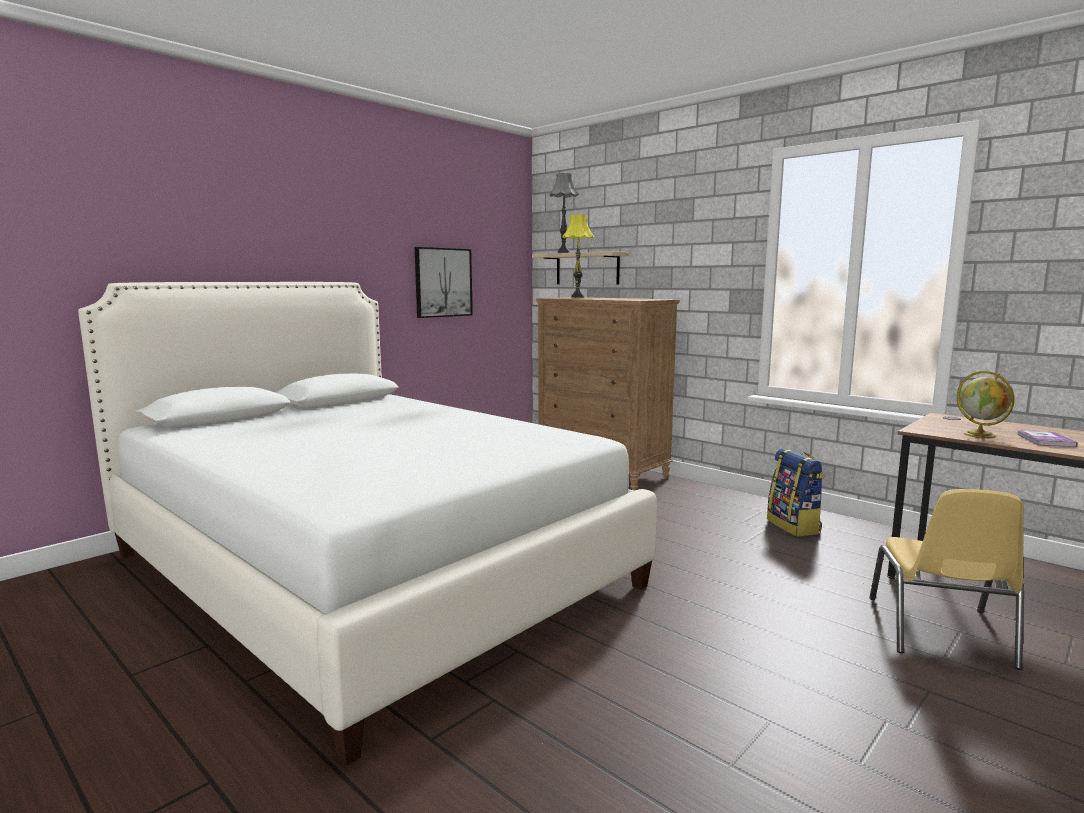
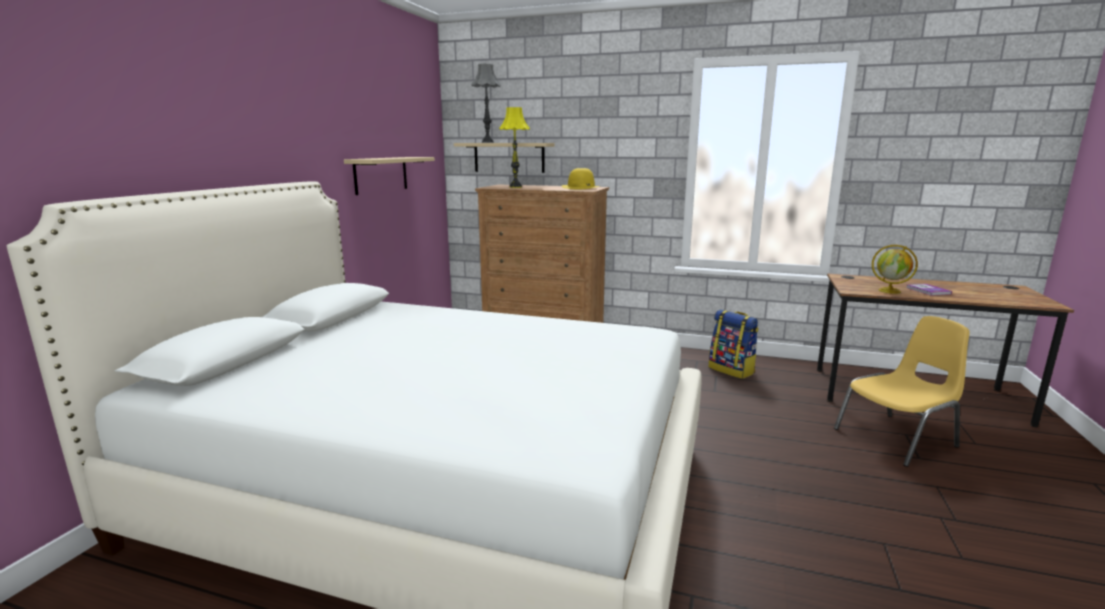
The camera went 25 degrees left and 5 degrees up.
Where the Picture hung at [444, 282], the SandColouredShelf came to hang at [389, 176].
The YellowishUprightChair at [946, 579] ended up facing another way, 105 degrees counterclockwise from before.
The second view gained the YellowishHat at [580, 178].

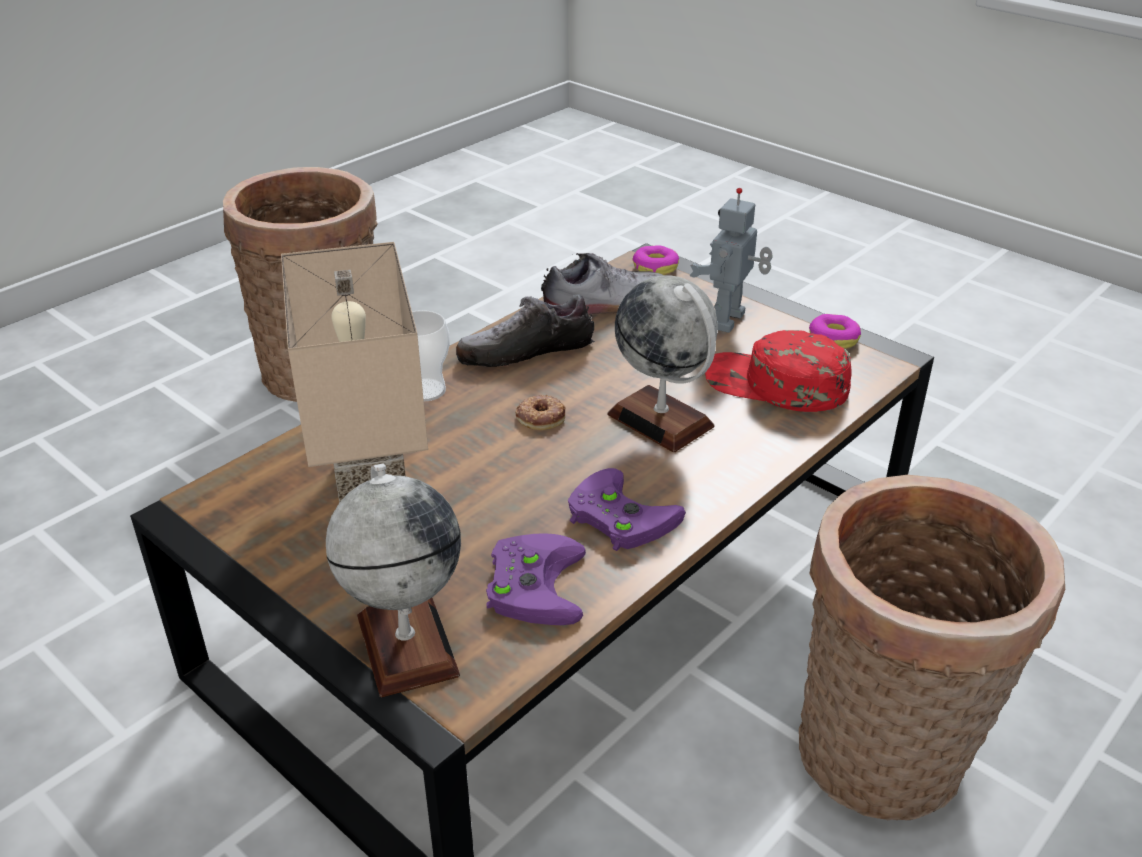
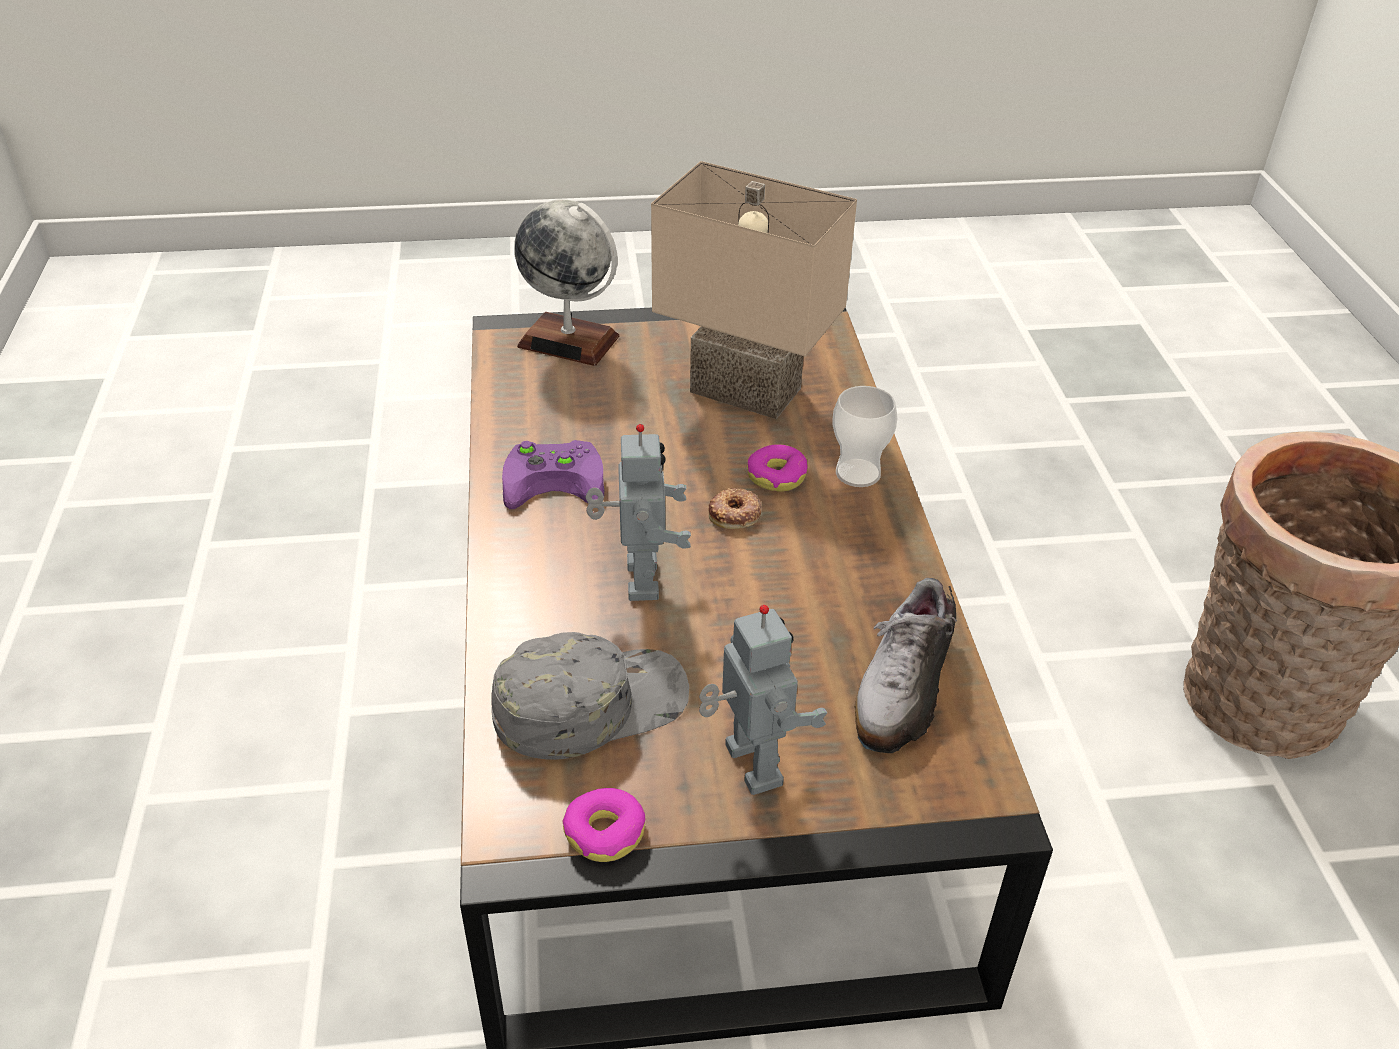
The camera went 130 degrees right and 5 degrees up.
The second view lost the LowShoe at [525, 330].
The second view lost the PurplishGameController at [536, 579].
Where the DeskGlobe stood at [663, 363], the ModelRobot came to stand at [638, 512].
The Doughnut ended up elsewhere, having gone from [655, 260] to [777, 468].
What was the RedCap at [778, 371] turned into the GreyishCap at [590, 696].
The second view lost the Basket at [932, 647].

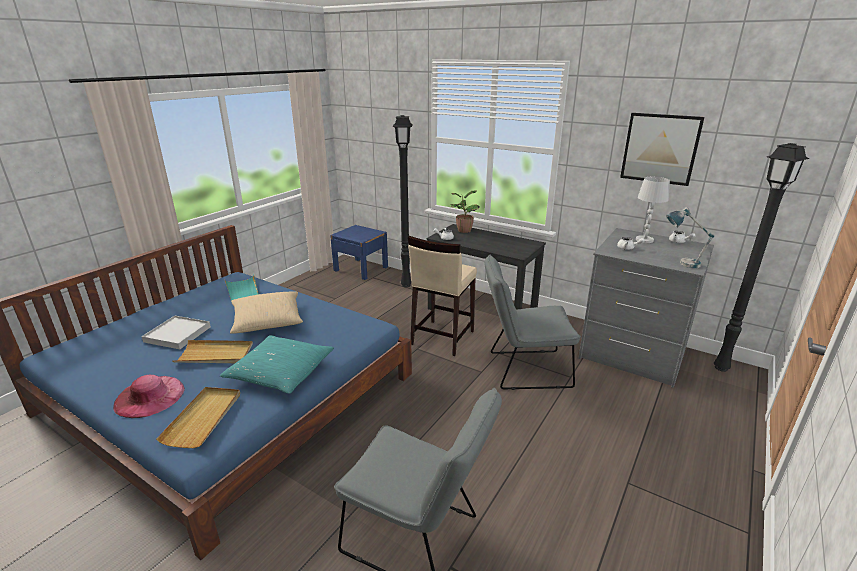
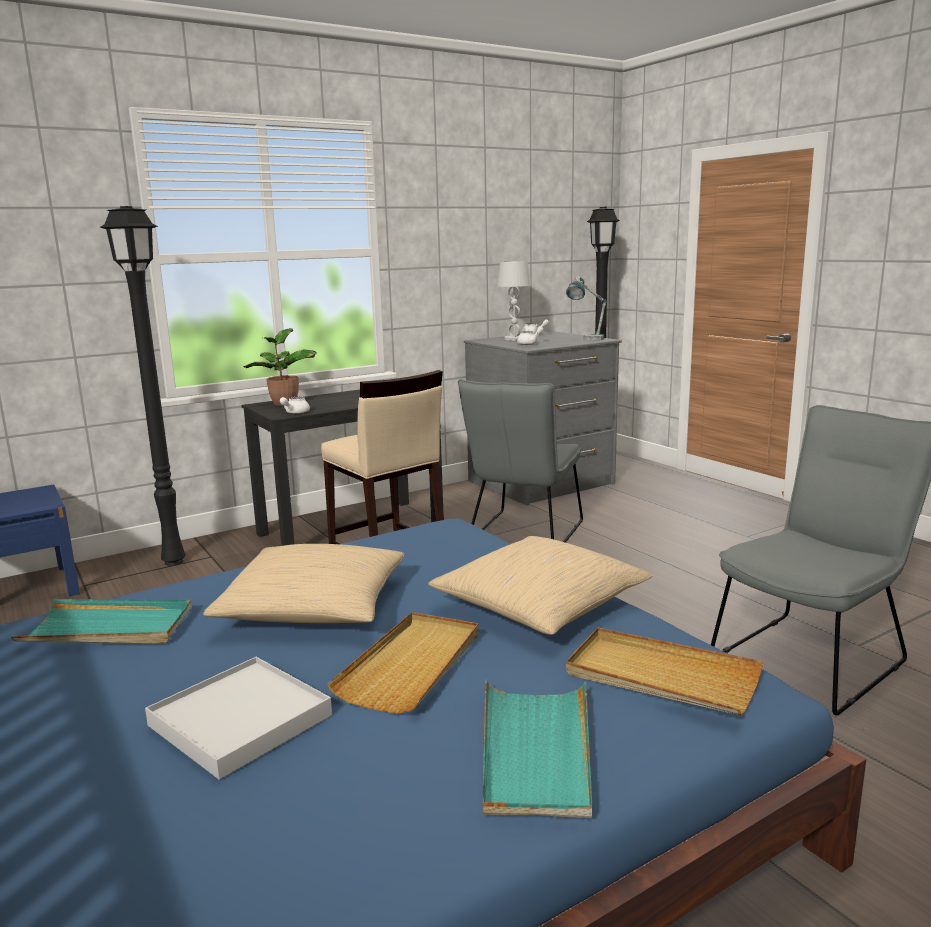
The camera went 65 degrees left and 10 degrees down.
Where the PinkishHat stood at [149, 396], the BlueGreenTray came to stand at [537, 749].
What was the BlueGreenThrowPillow at [277, 364] turned into the SandColouredThrowPillow at [540, 585].
The second view lost the Picture at [662, 149].

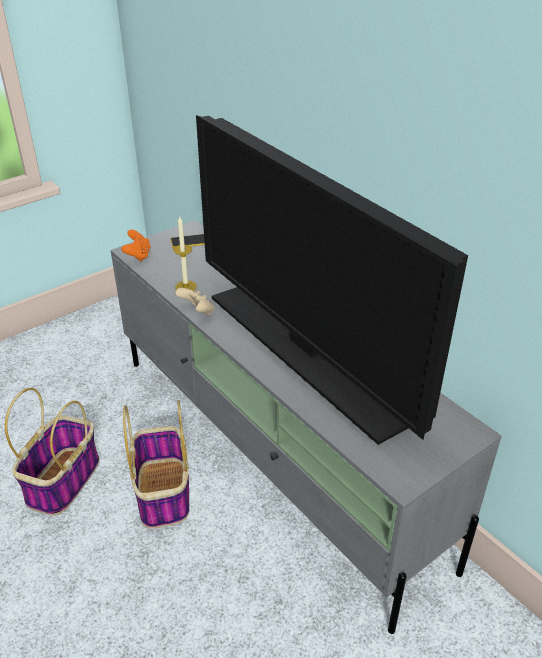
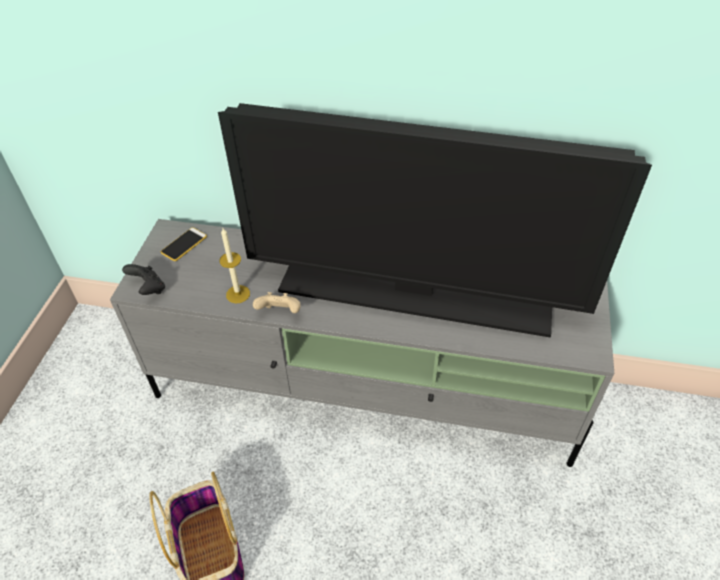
The camera went 40 degrees left and 10 degrees up.
What was the OrangeyGameController at [136, 246] turned into the BlackGameController at [143, 279].
The second view lost the Basket at [156, 464].

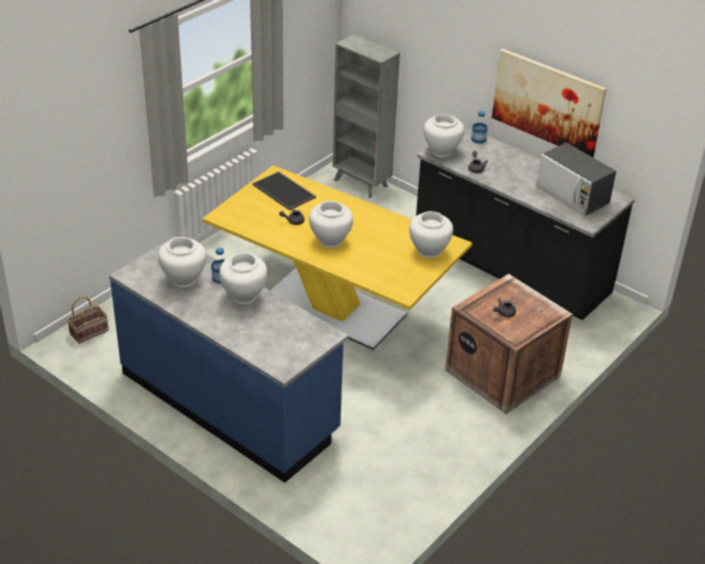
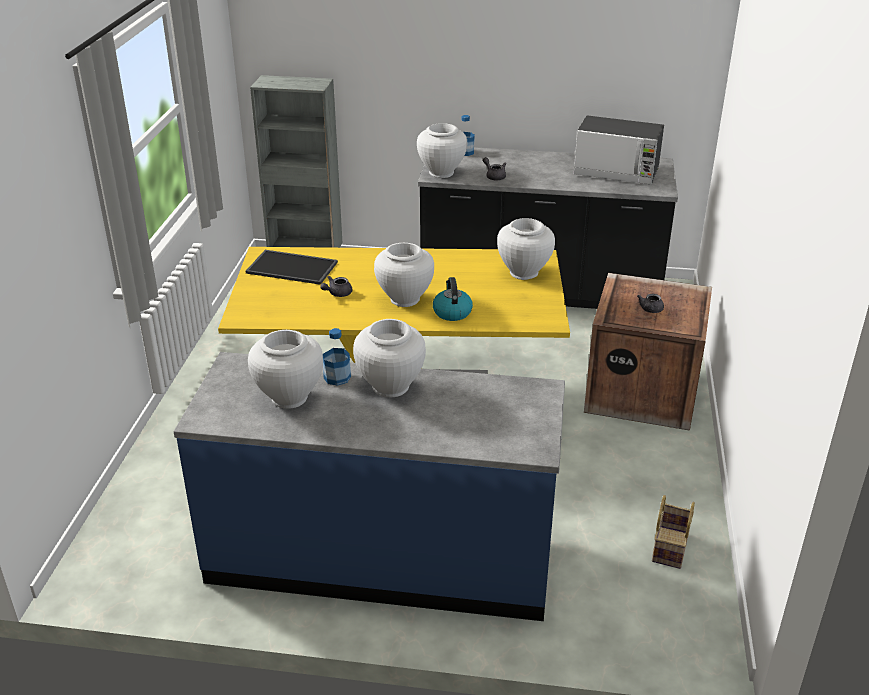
The camera went 30 degrees left and 5 degrees down.
The Basket ended up elsewhere, having gone from [88, 320] to [673, 532].
The second view lost the Picture at [549, 103].
The second view gained the TeaKettle at [453, 299].

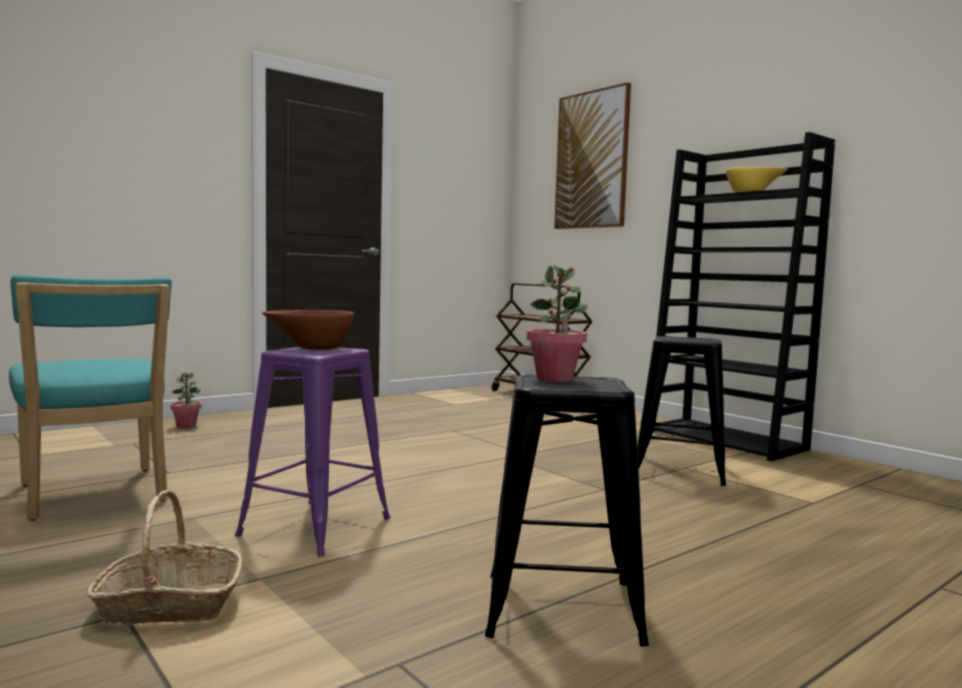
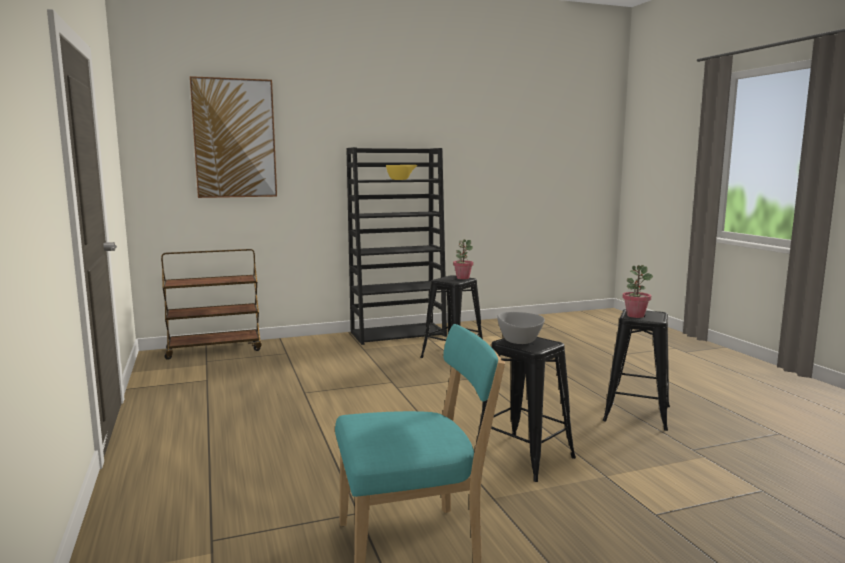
The camera went 70 degrees left and 5 degrees up.
The second view lost the Basket at [164, 557].
The PlantInAPot ended up elsewhere, having gone from [186, 400] to [463, 259].
What was the PurplishStool at [312, 452] turned into the BlackStool at [525, 409].
What was the BrownServingBowl at [308, 330] turned into the GreyishServingBowl at [521, 328].

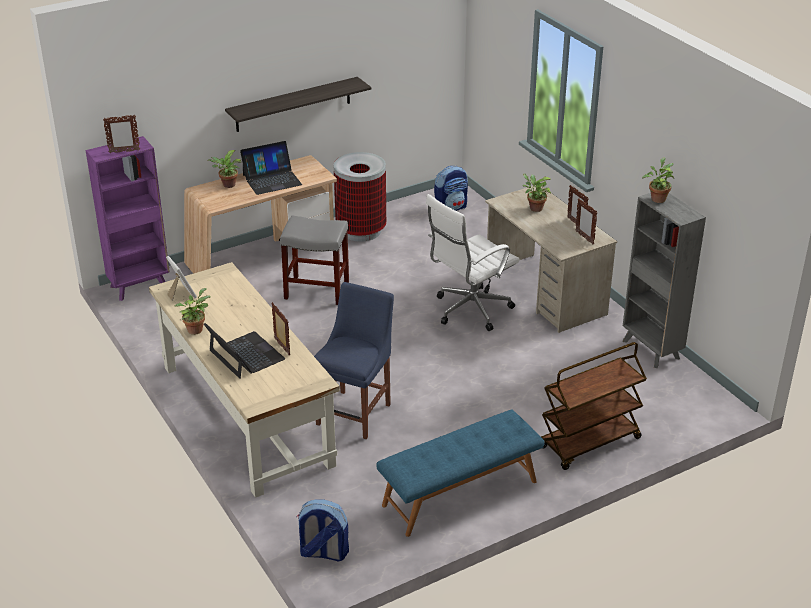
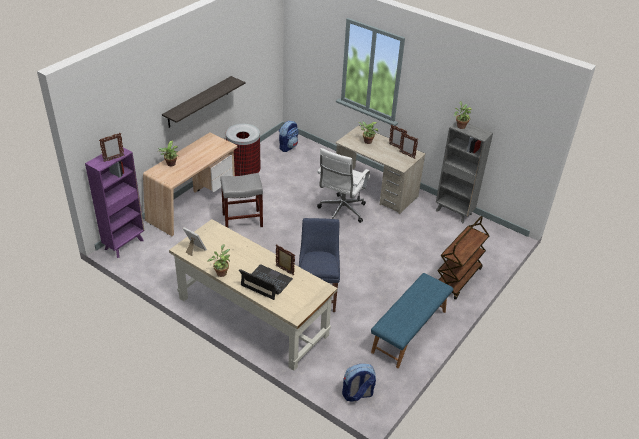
The camera went 25 degrees left and 5 degrees up.
The second view lost the Laptop at [271, 168].

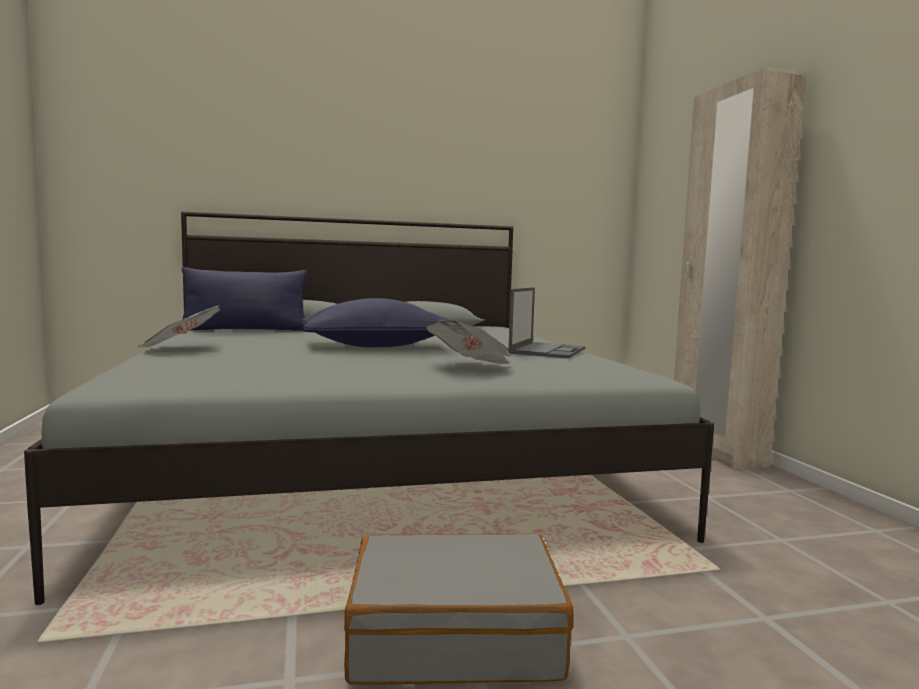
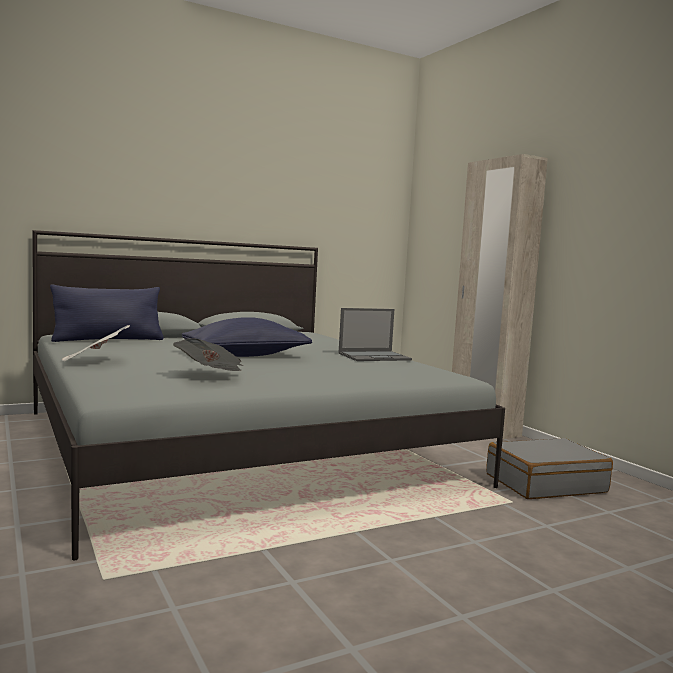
The camera went 15 degrees left and 0 degrees up.
The GreyishPieceOfLuggage ended up elsewhere, having gone from [458, 609] to [549, 468].
The Newspaper ended up elsewhere, having gone from [468, 342] to [208, 354].
The Laptop at [546, 322] ended up facing another way, 60 degrees clockwise from before.

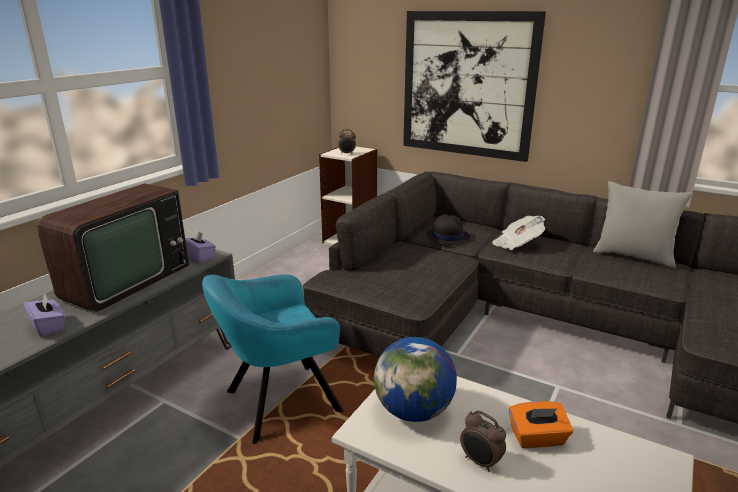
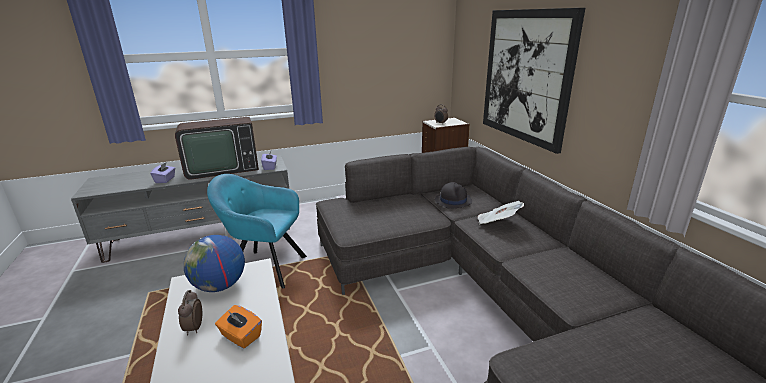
The camera went 40 degrees right and 0 degrees up.
The second view lost the GreyishThrowPillow at [642, 224].

